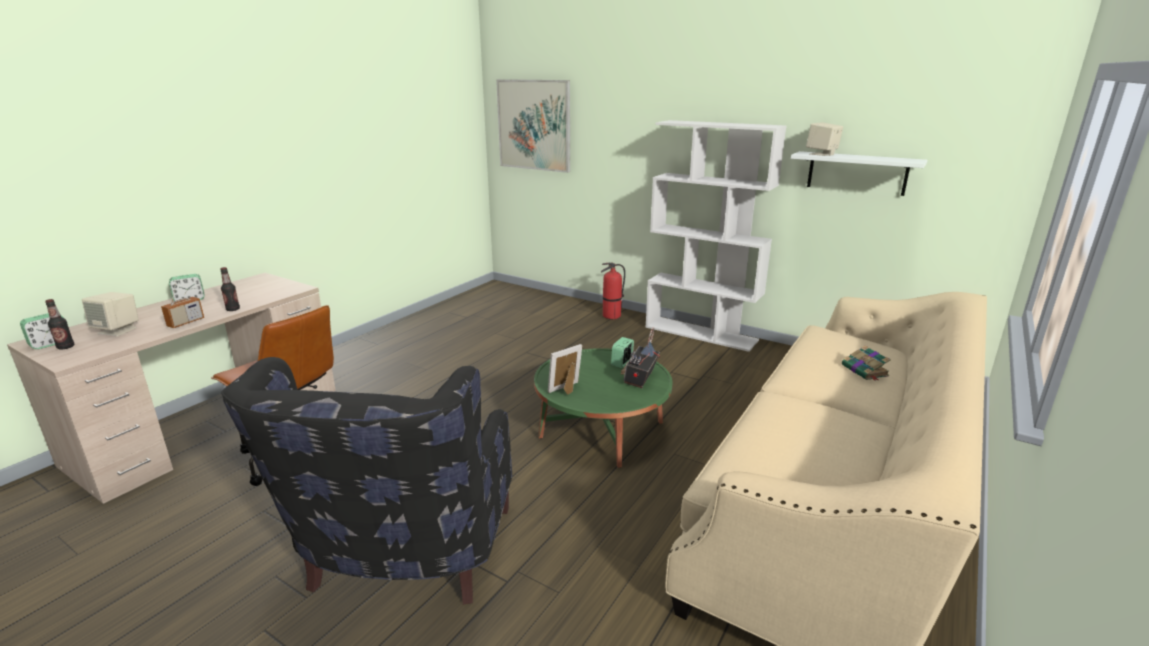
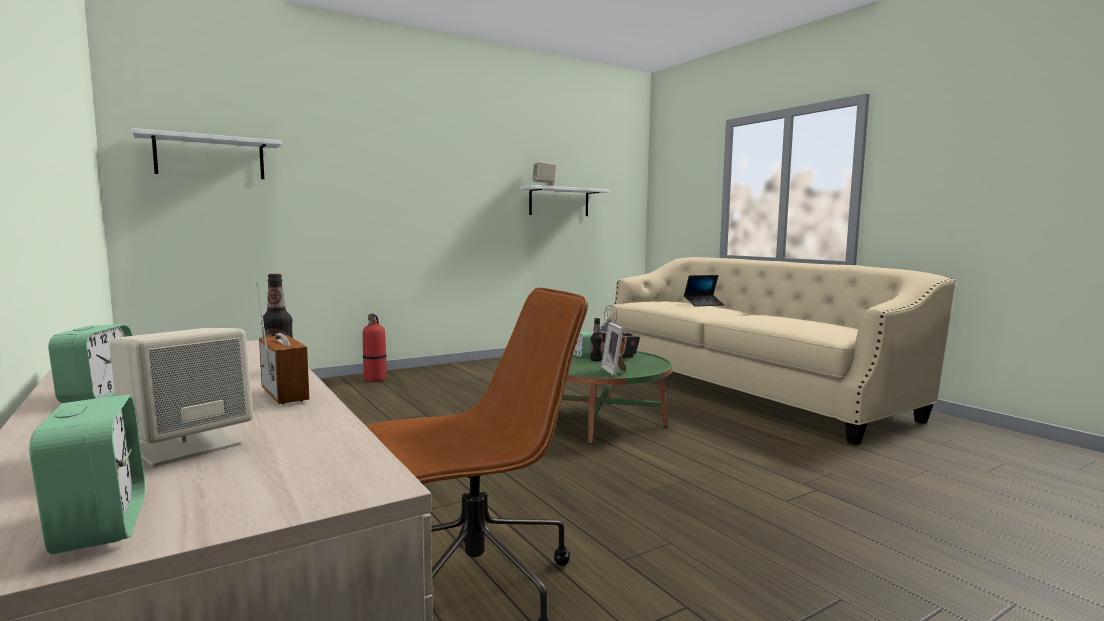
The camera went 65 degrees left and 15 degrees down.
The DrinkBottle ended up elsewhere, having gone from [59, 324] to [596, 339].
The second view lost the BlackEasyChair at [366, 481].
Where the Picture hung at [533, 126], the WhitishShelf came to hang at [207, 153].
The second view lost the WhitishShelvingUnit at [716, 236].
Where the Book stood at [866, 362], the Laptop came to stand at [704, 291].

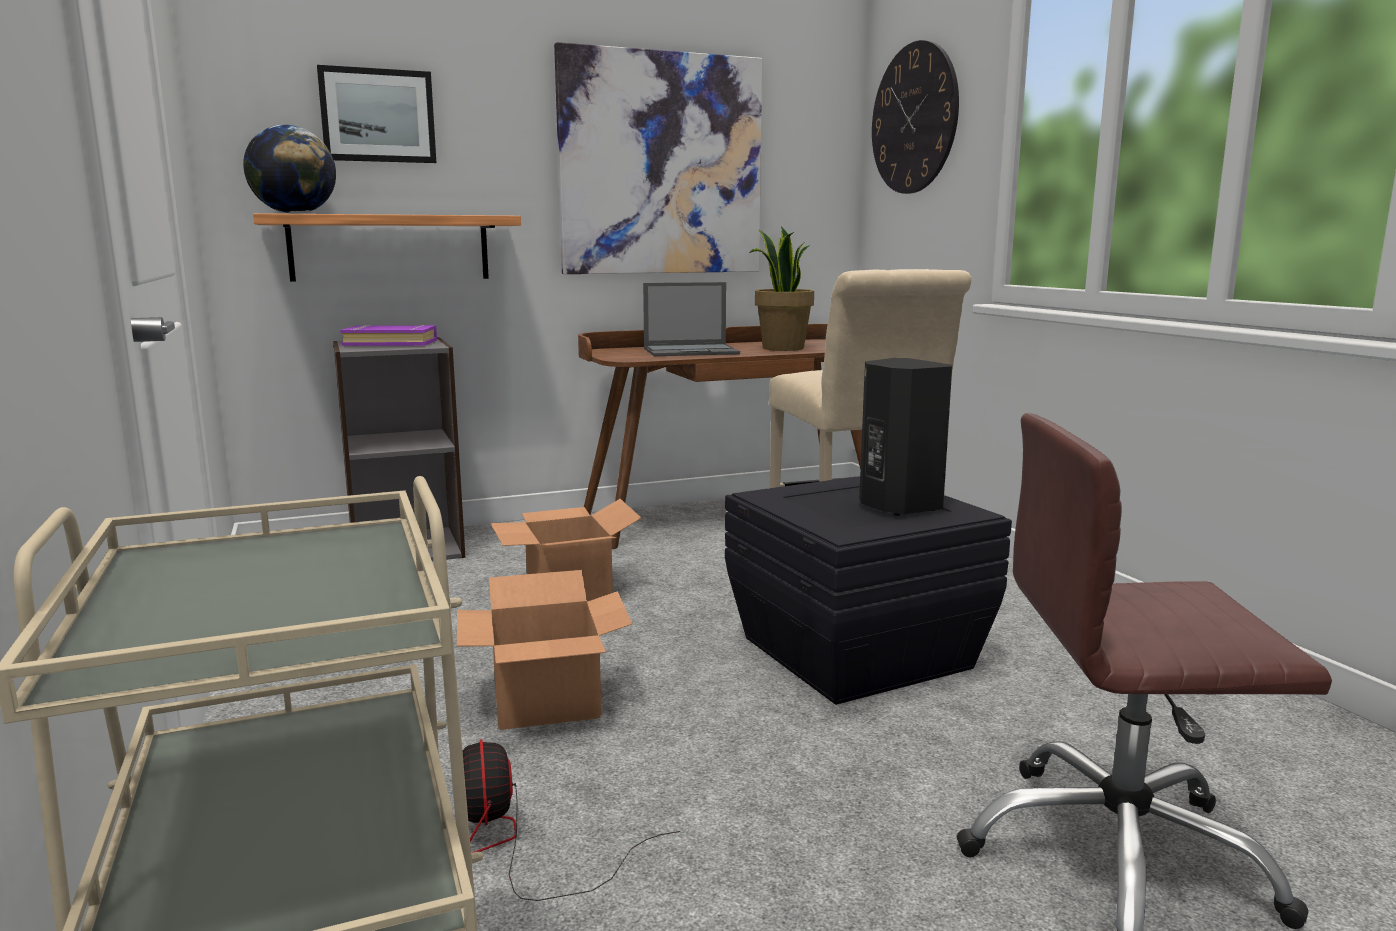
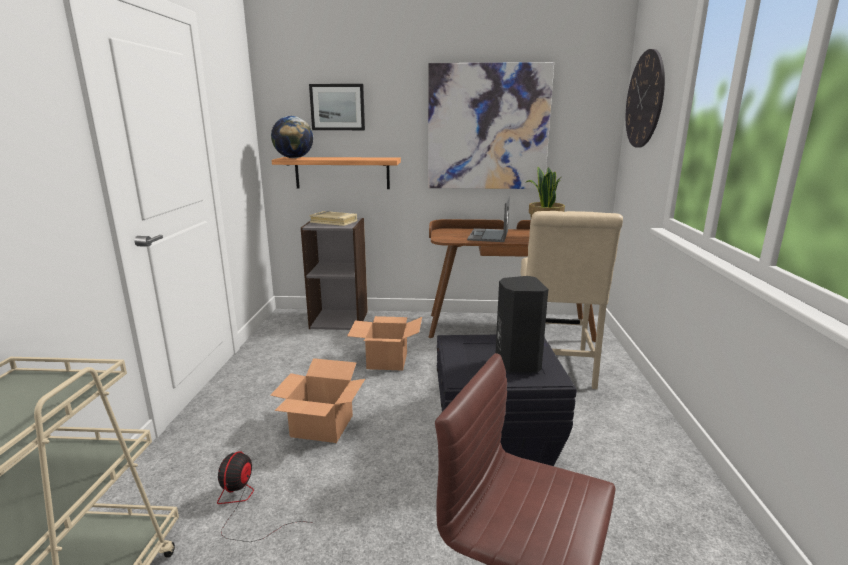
The camera went 25 degrees right and 5 degrees up.
What was the PurplishBook at [388, 335] turned into the SandColouredBook at [333, 218].
The Laptop at [691, 319] ended up facing another way, 90 degrees clockwise from before.

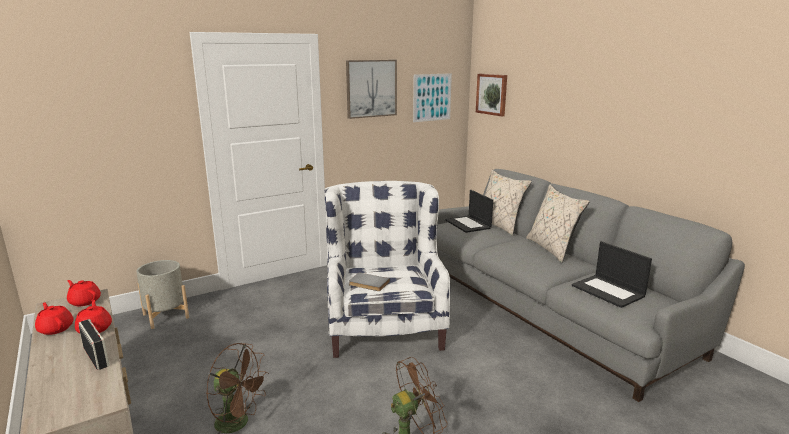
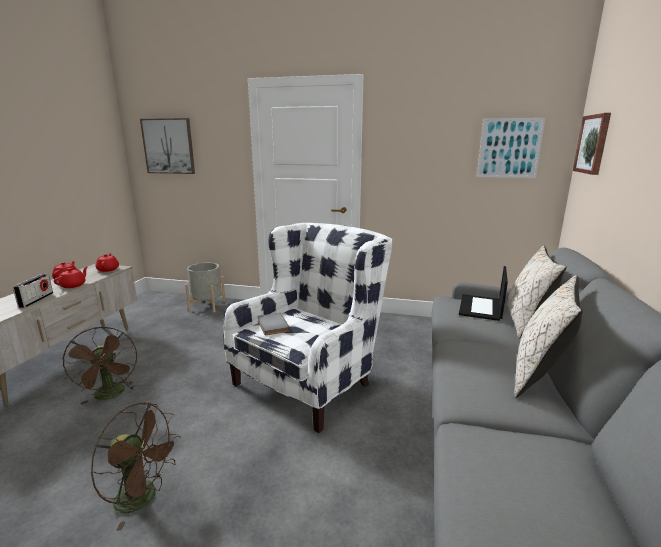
The camera went 45 degrees right and 0 degrees up.
The Picture ended up elsewhere, having gone from [371, 89] to [167, 146].
The second view lost the Laptop at [612, 274].

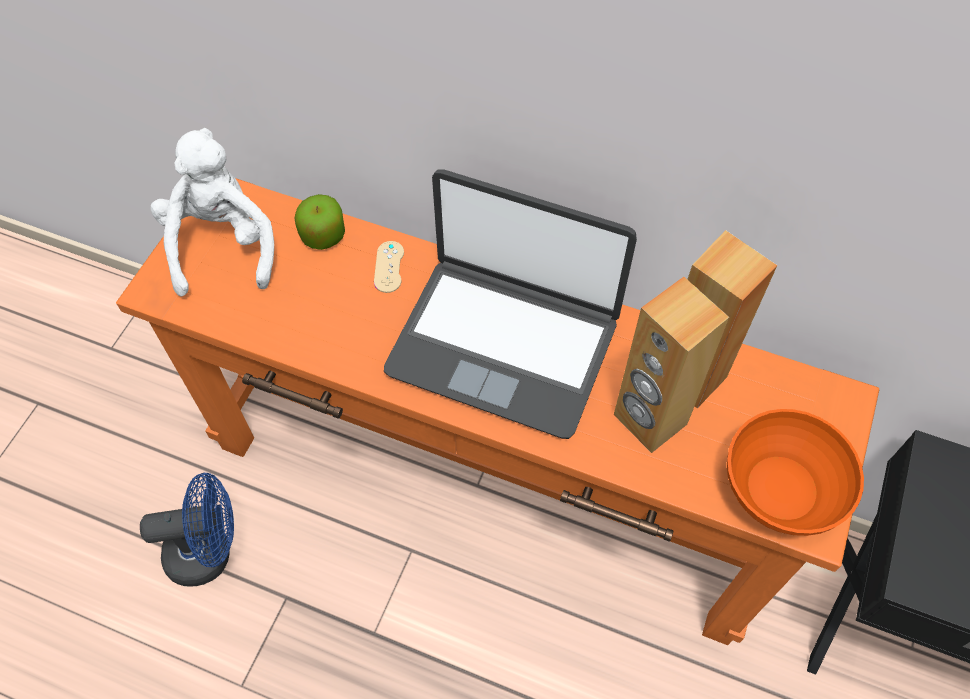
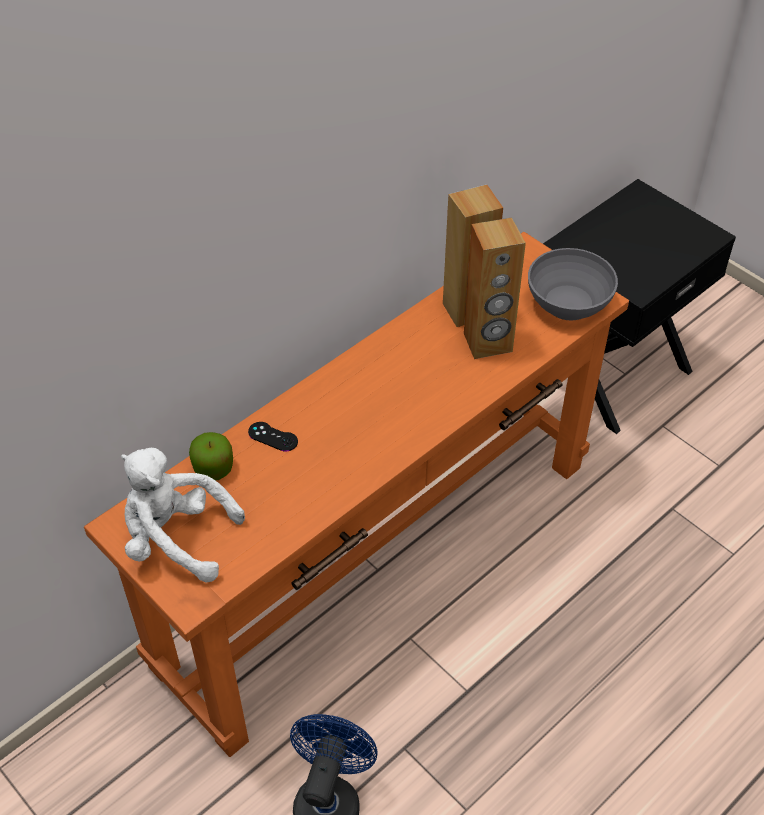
The camera went 65 degrees left and 10 degrees down.
What was the SandColouredGameController at [389, 267] turned into the BlackGameController at [273, 436].
The second view lost the Laptop at [510, 304].
What was the OrangeyServingBowl at [795, 472] turned into the GreyishServingBowl at [573, 284].

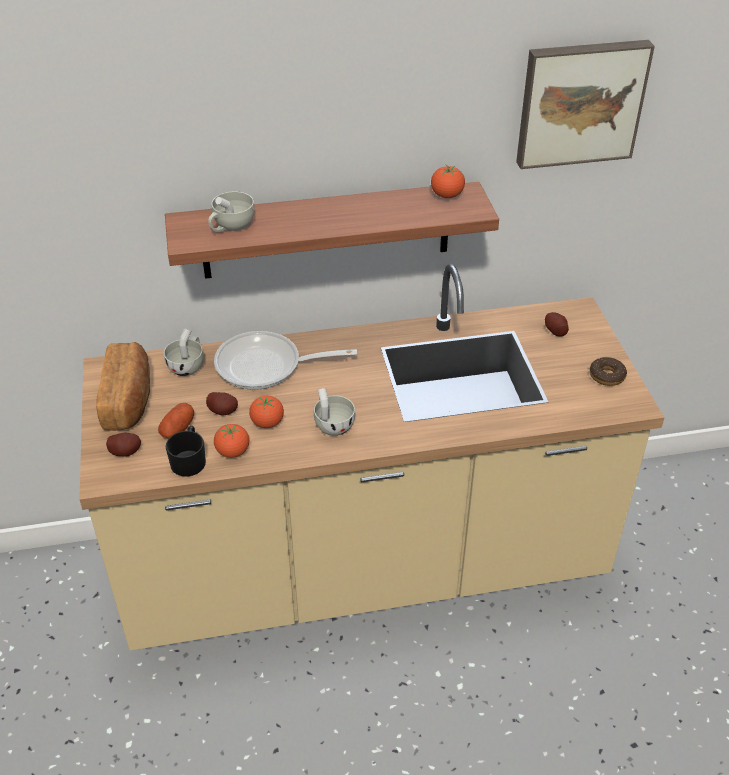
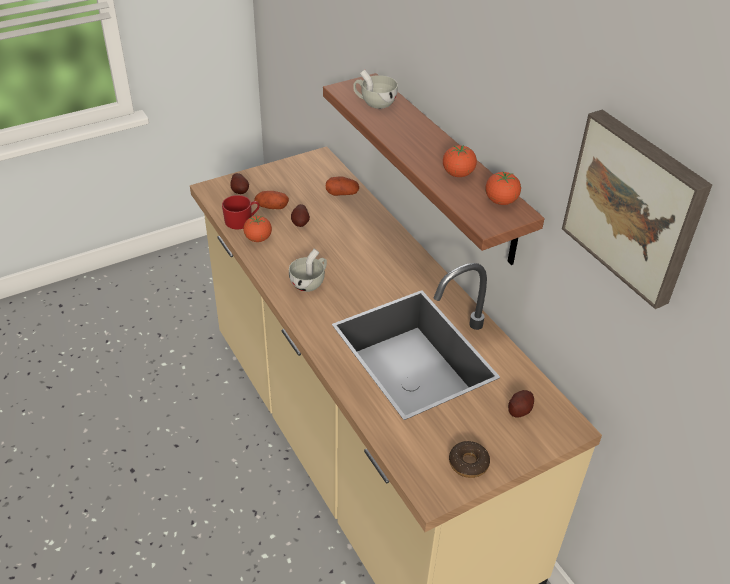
The camera went 70 degrees right and 0 degrees up.
The second view lost the Bread at [123, 386].
Where the WhitishSmallCup stood at [184, 352], the WholePotato came to stand at [342, 186].
What was the BlackMug at [185, 451] turned into the RedMug at [241, 212].
The second view lost the Skillet at [285, 360].
The FreshTomato ended up elsewhere, having gone from [266, 412] to [460, 161].

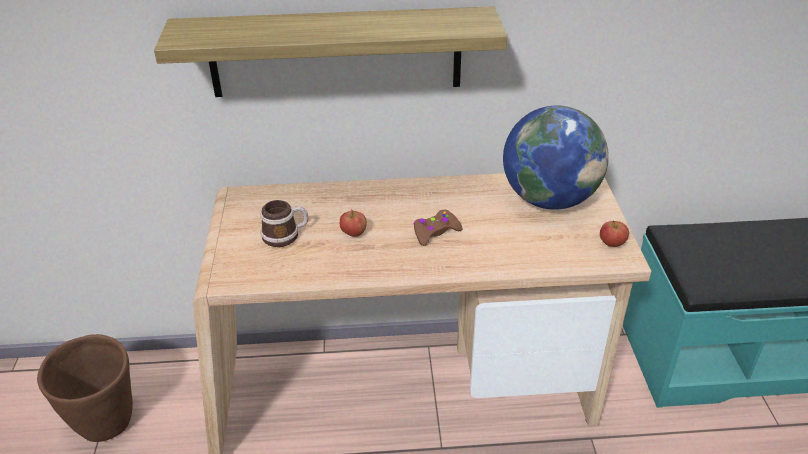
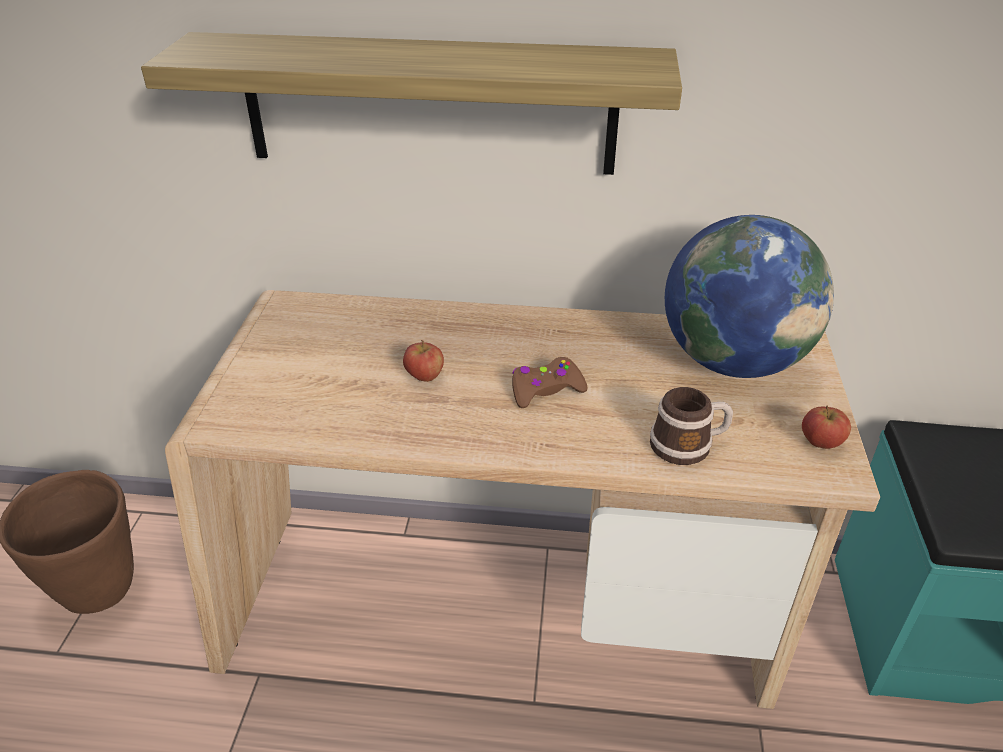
The camera went 10 degrees right and 0 degrees up.
The Mug ended up elsewhere, having gone from [284, 223] to [691, 426].

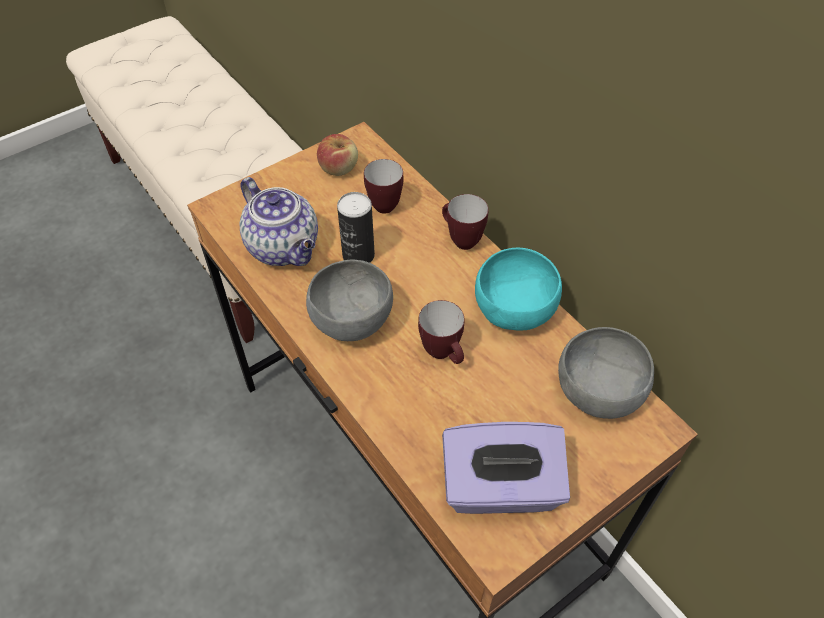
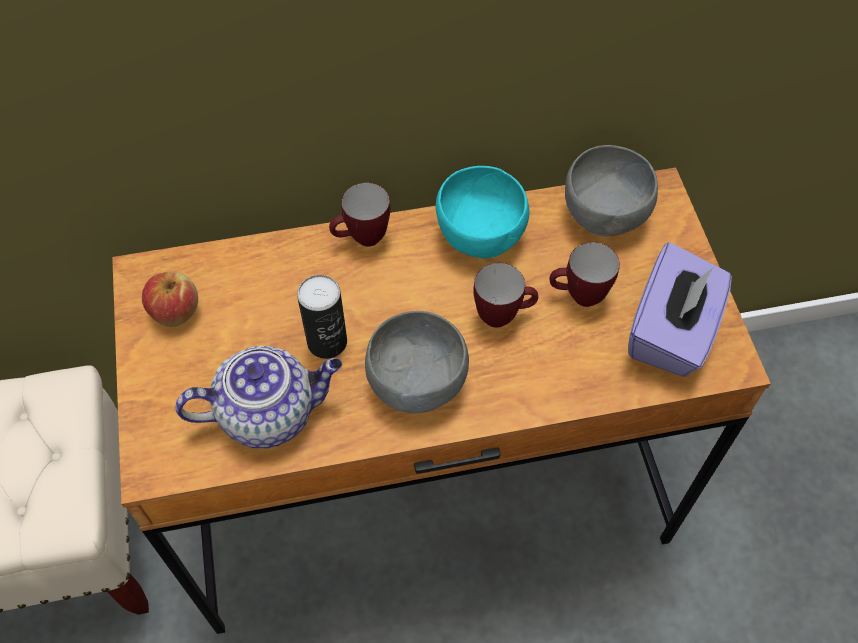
The camera went 65 degrees left and 5 degrees up.
The Mug ended up elsewhere, having gone from [383, 186] to [584, 274].

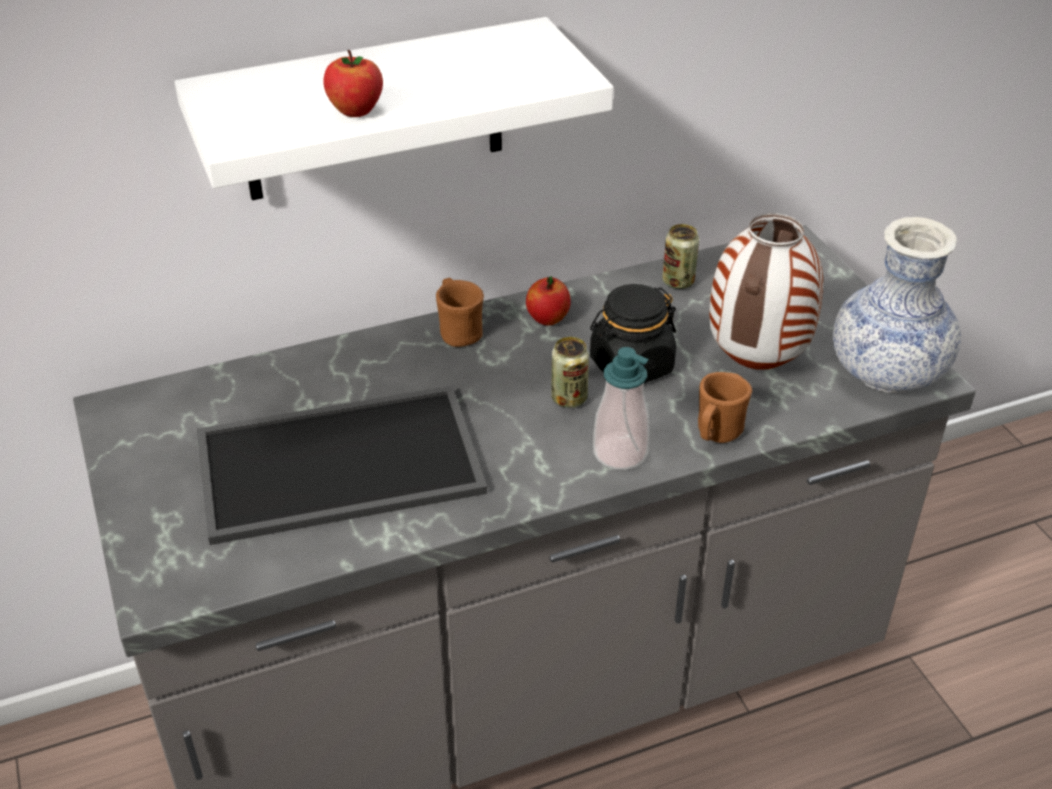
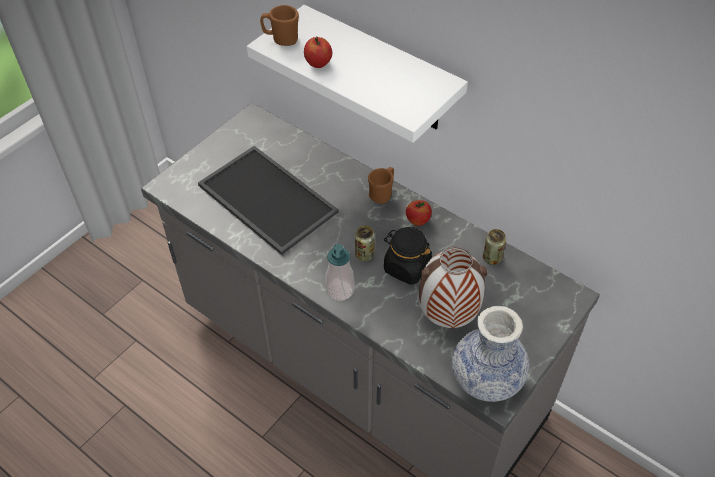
The camera went 60 degrees right and 10 degrees up.
The BrownMug ended up elsewhere, having gone from [725, 407] to [279, 25].

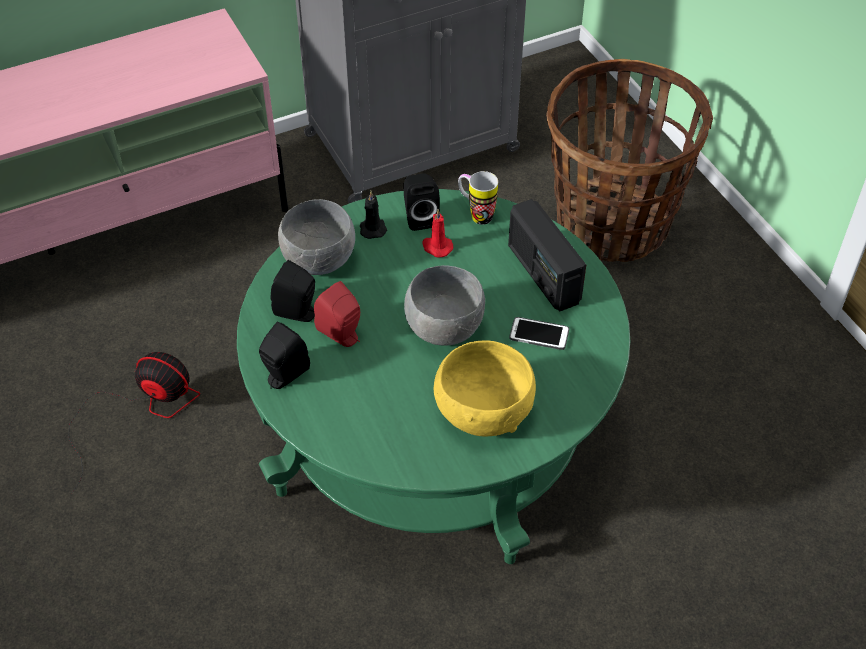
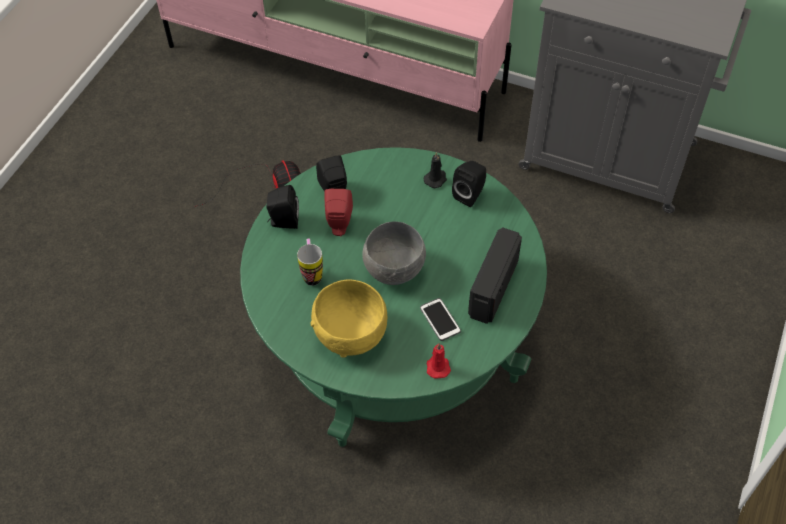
The camera went 50 degrees right and 5 degrees up.
The second view lost the GreyishServingBowl at [316, 237].
The RedWaxCandle ended up elsewhere, having gone from [437, 233] to [439, 361].
The Mug ended up elsewhere, having gone from [478, 198] to [310, 262].
The second view lost the Basket at [629, 160].

